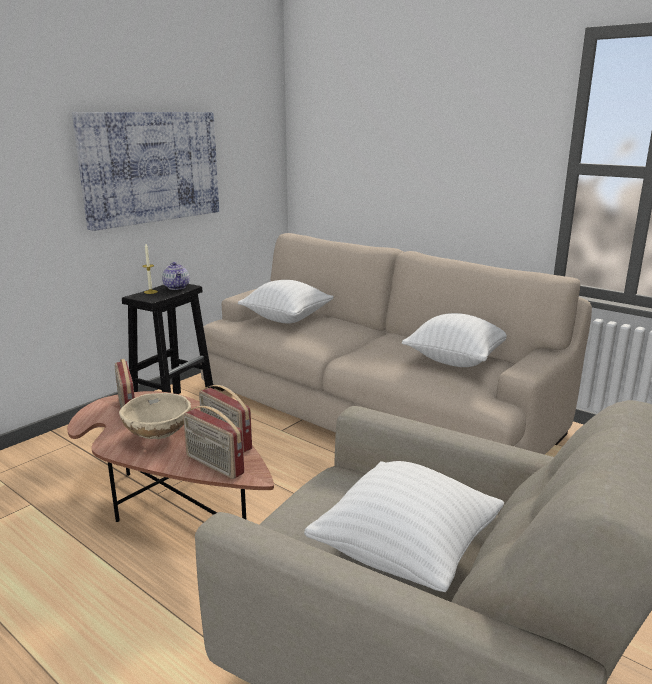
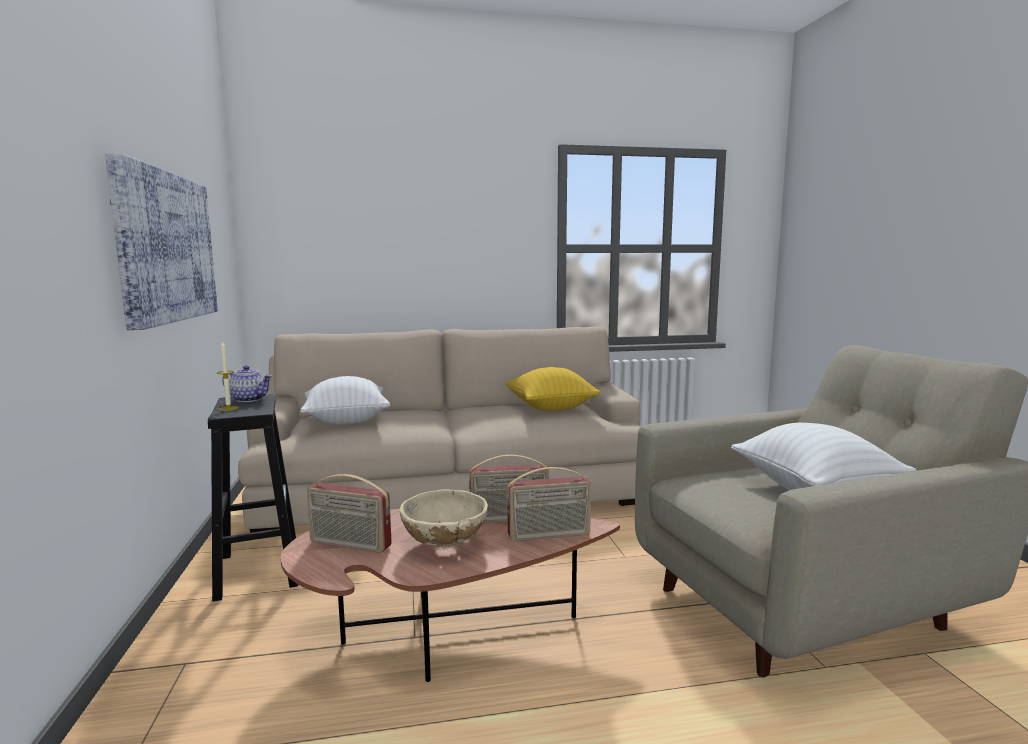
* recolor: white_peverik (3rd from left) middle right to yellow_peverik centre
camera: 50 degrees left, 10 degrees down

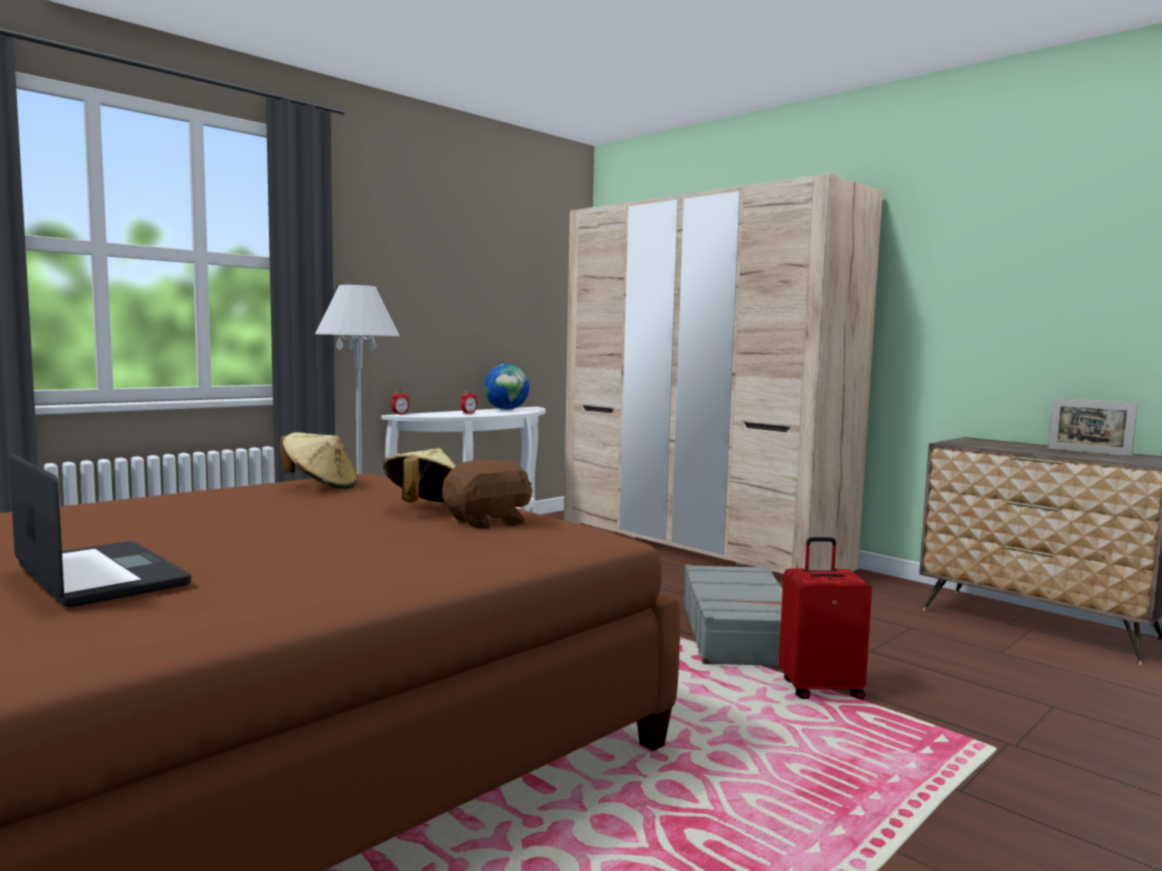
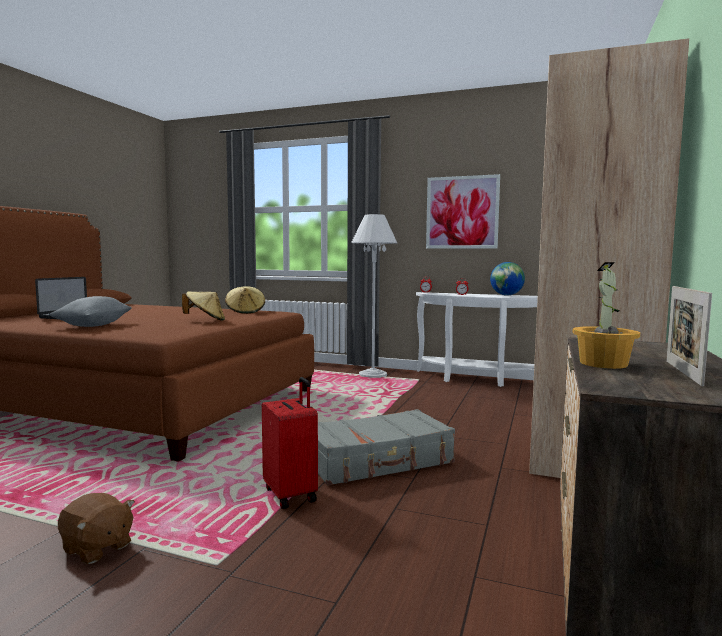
* move: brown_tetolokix centre to bottom left
* insert: grey_peverik middle left
* insert: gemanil top centre
* insert: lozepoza middle right
camera: 65 degrees right, 0 degrees up

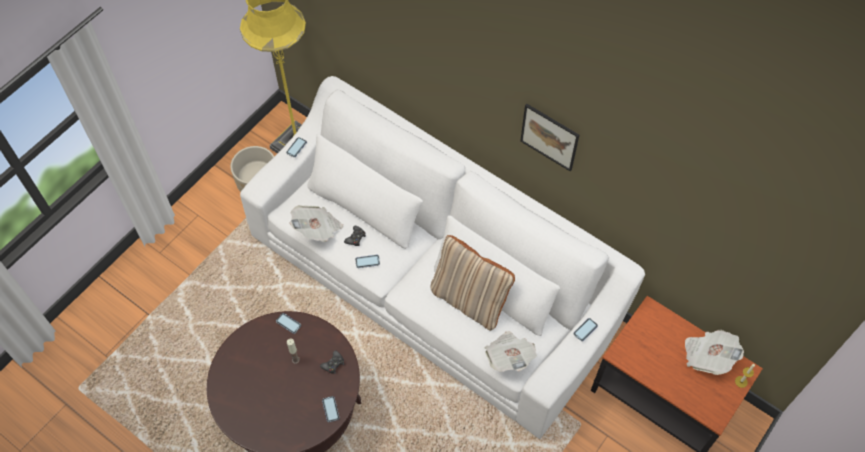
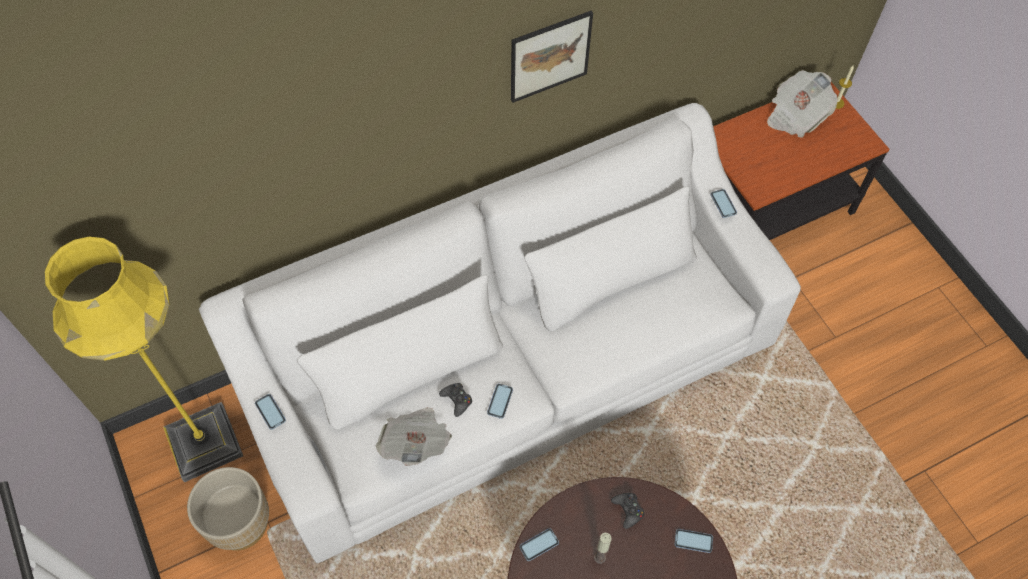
* delete: beige_peverik centre
* delete: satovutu (2nd from left) bottom centre
camera: 65 degrees left, 0 degrees up

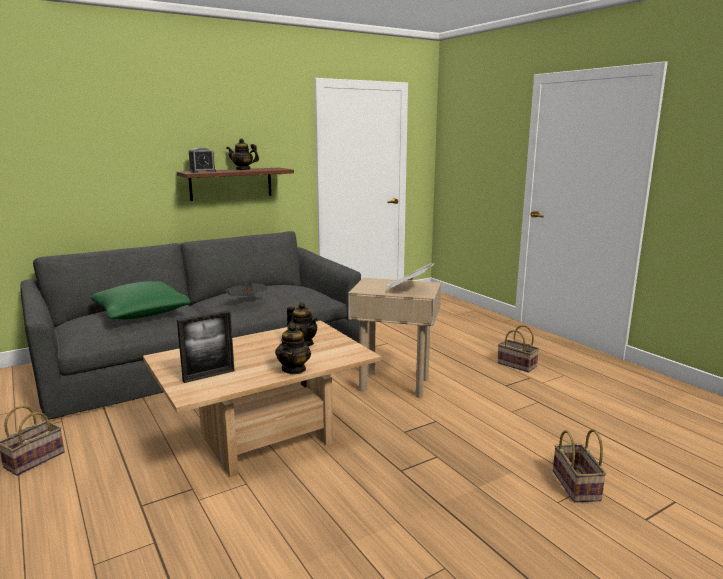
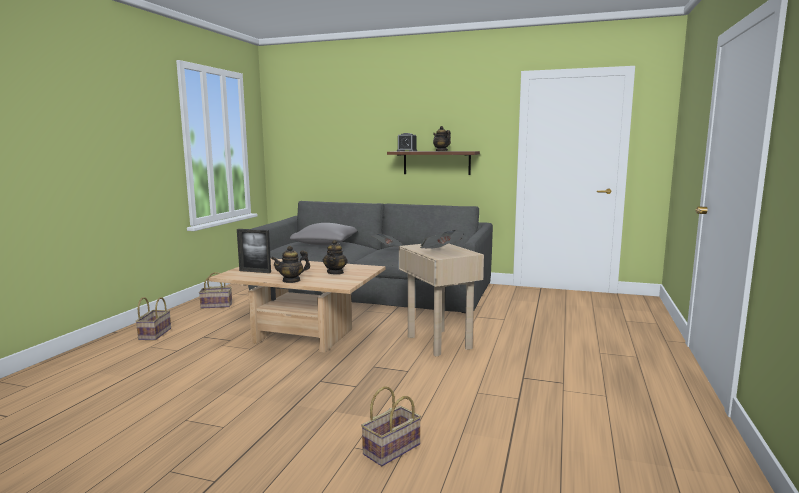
* recolor: green_peverik middle left to grey_peverik centre
* move: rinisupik (2nd from left in the first image) middle right to rinisupik (1st from left) middle left
camera: 50 degrees right, 5 degrees down

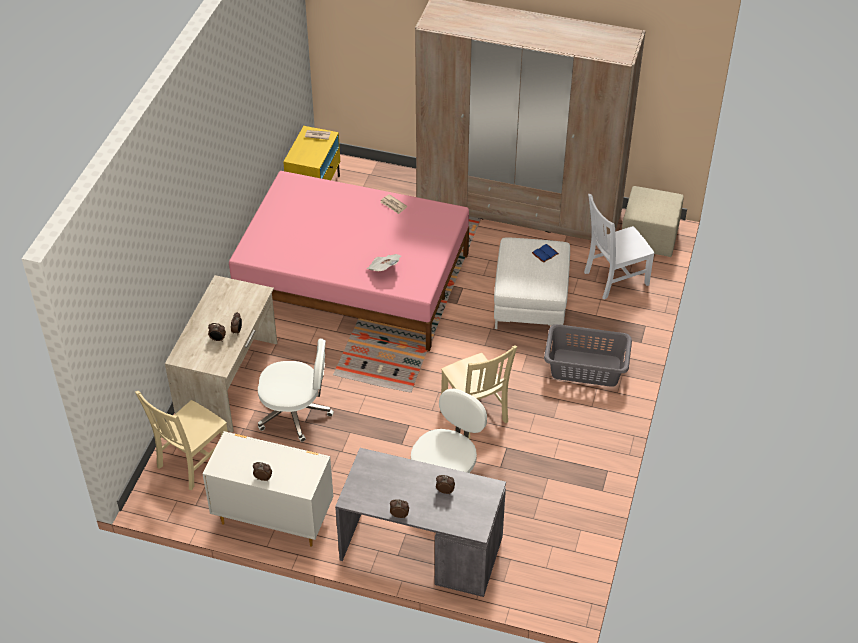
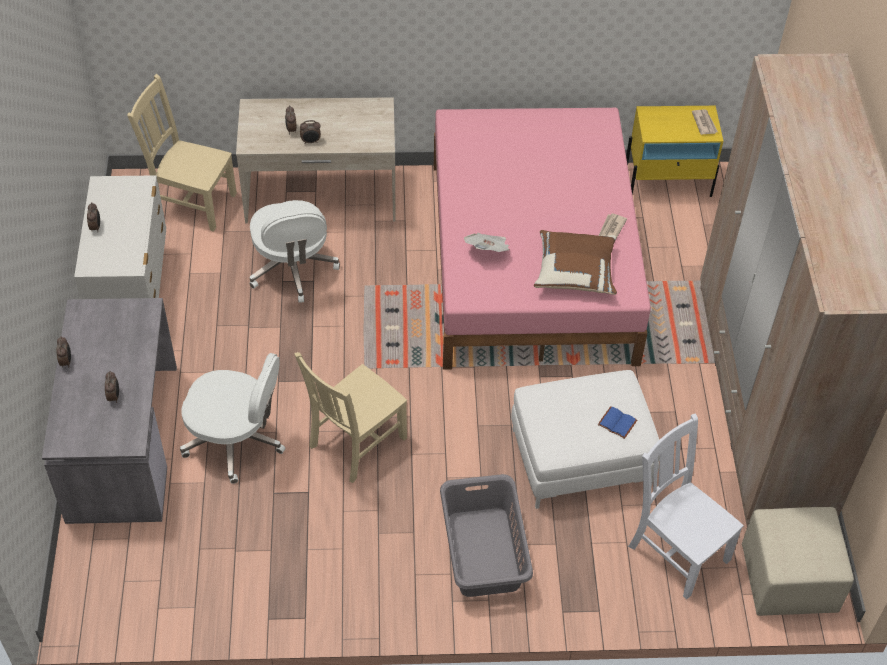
* insert: brown_peverik centre
camera: 70 degrees right, 5 degrees up

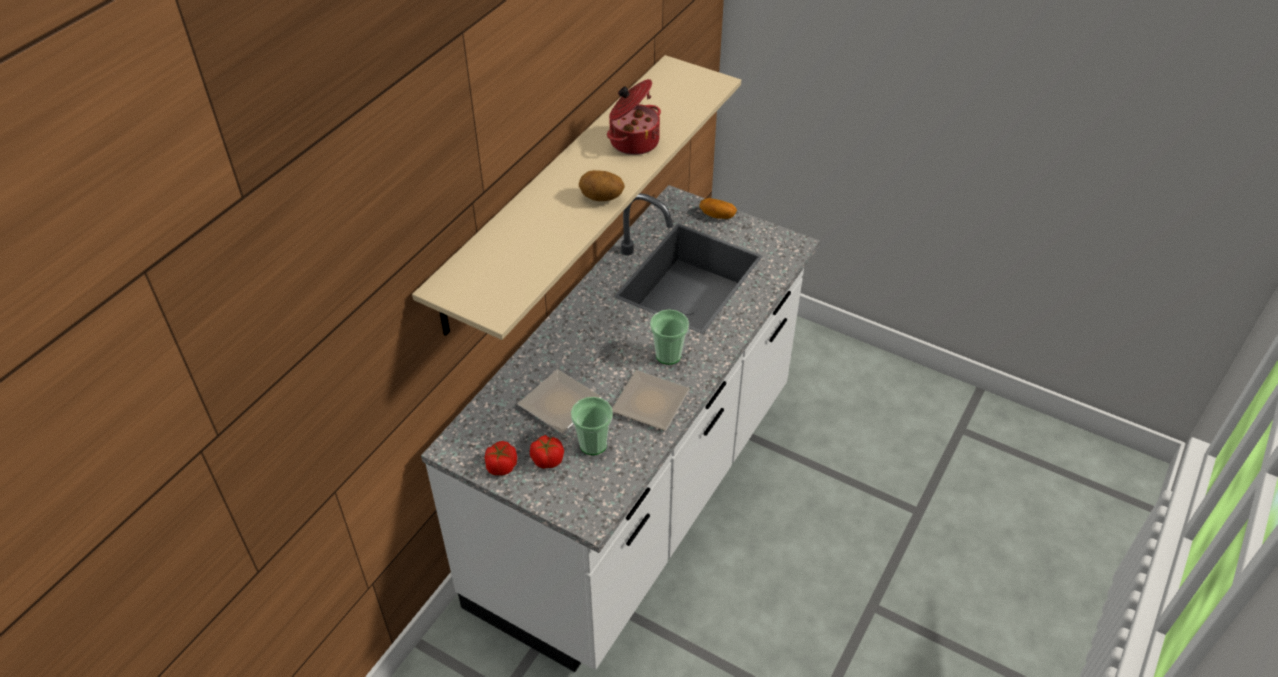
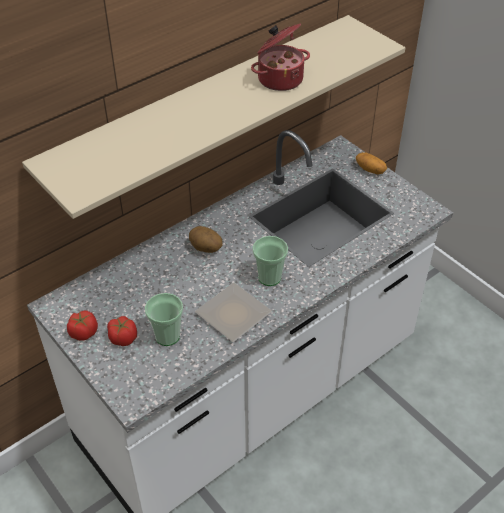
* delete: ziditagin (1st from left) centre
* move: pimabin (1st from left) top centre to centre
camera: 20 degrees right, 0 degrees up

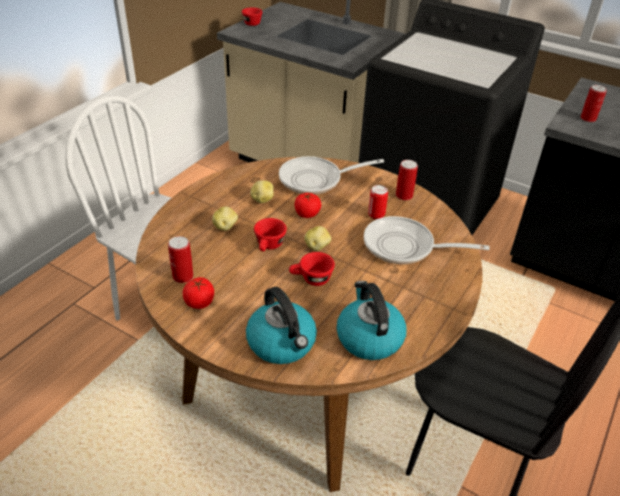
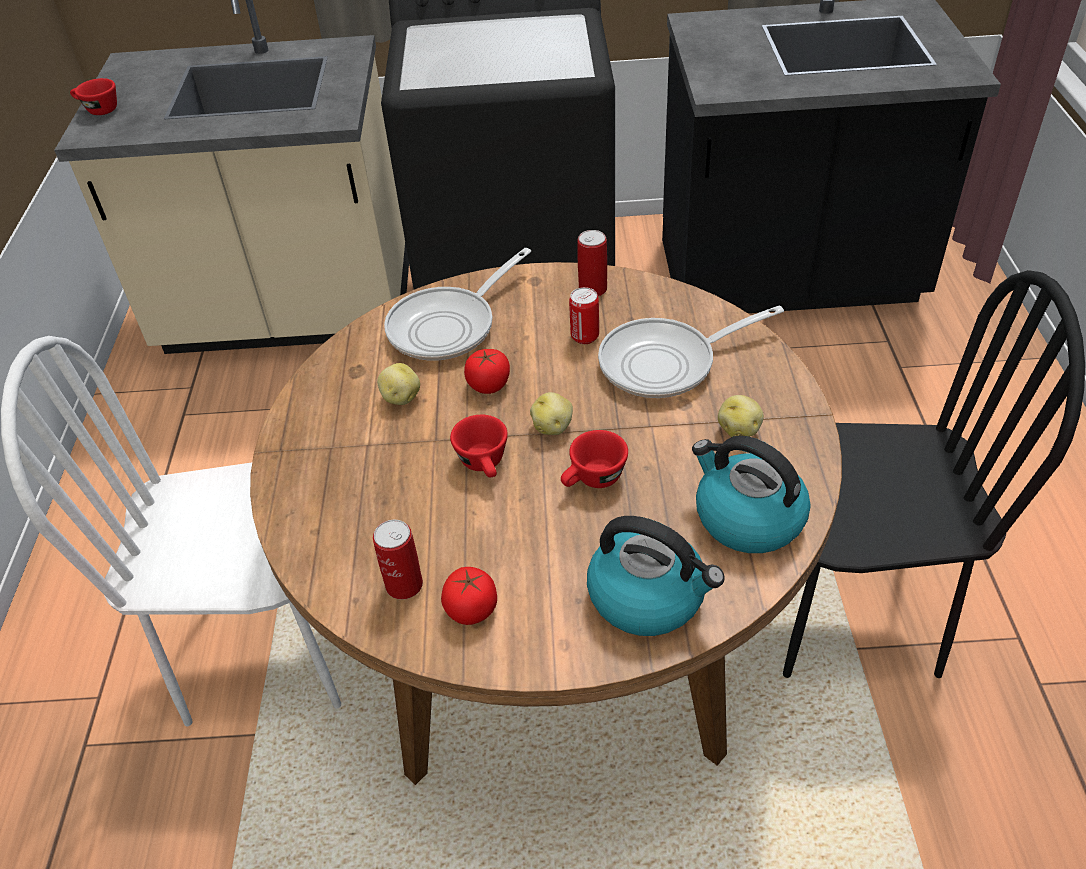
* move: pimabin (1st from left in the first image) centre to pimabin (3rd from left) middle right
* delete: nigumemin (4th from left) top right
camera: 30 degrees left, 5 degrees up

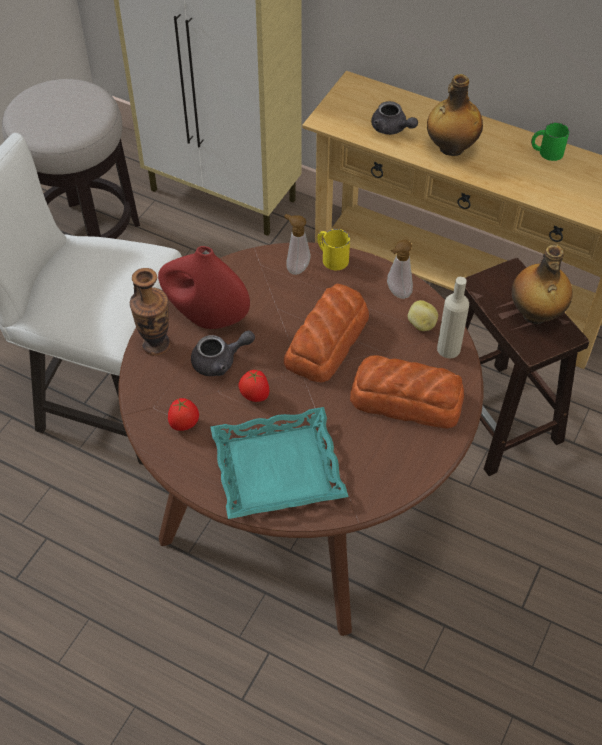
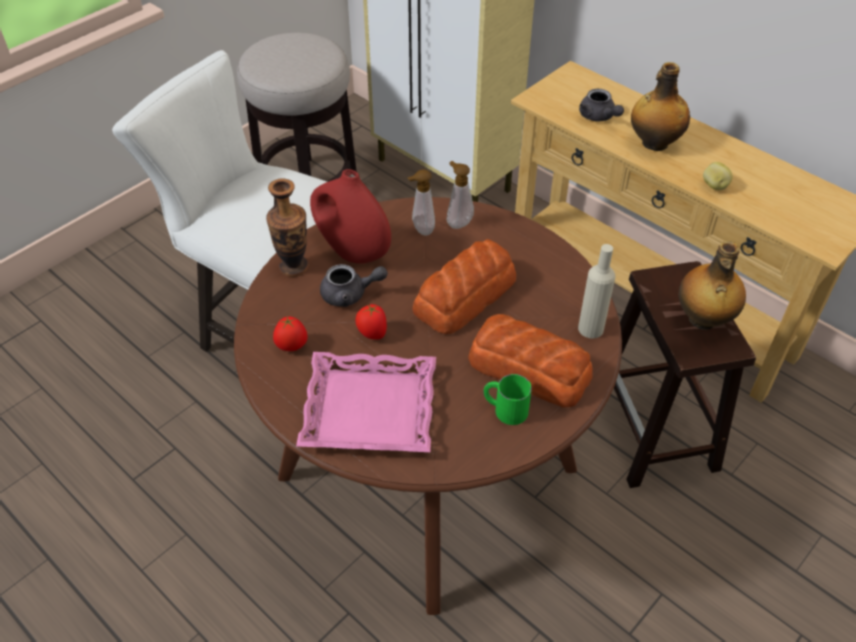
* recolor: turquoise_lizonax centre to pink_lizonax centre
* delete: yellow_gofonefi centre
* move: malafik (2nd from left in the first image) centre to malafik (1st from left) top centre
* move: pimabin middle right to top right
* move: green_gofonefi top right to centre
camera: 15 degrees right, 5 degrees down

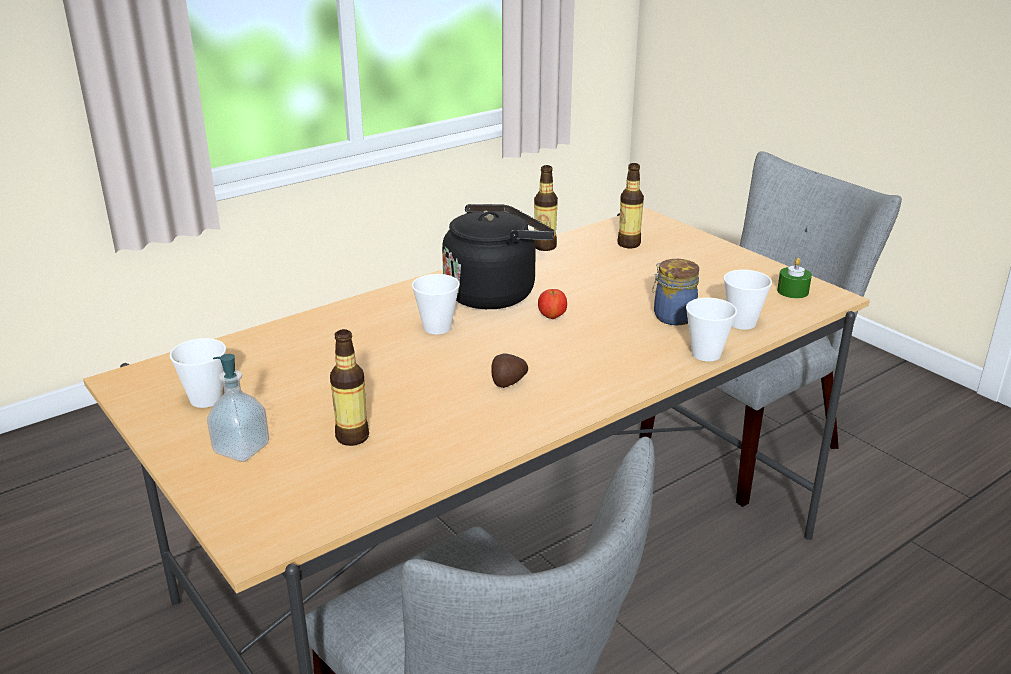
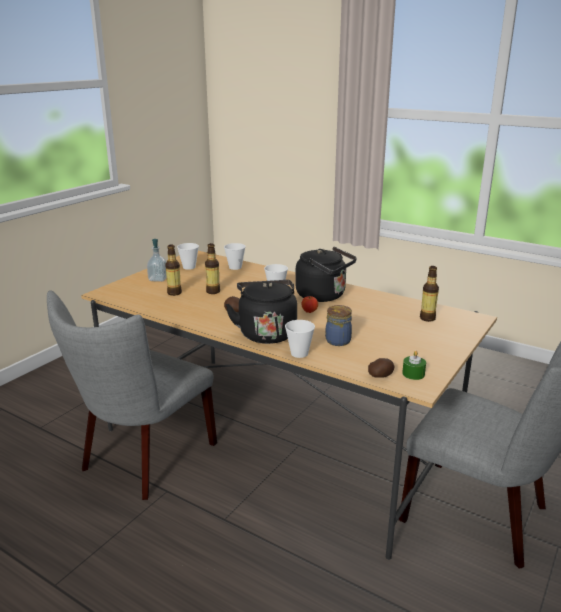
* move: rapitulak (2nd from left) top centre to centre
* move: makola (4th from left in the first image) middle right to makola (2nd from left) centre
* insert: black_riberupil (1st from left) centre
* insert: pimabin (2nd from left) middle right
camera: 70 degrees right, 5 degrees down

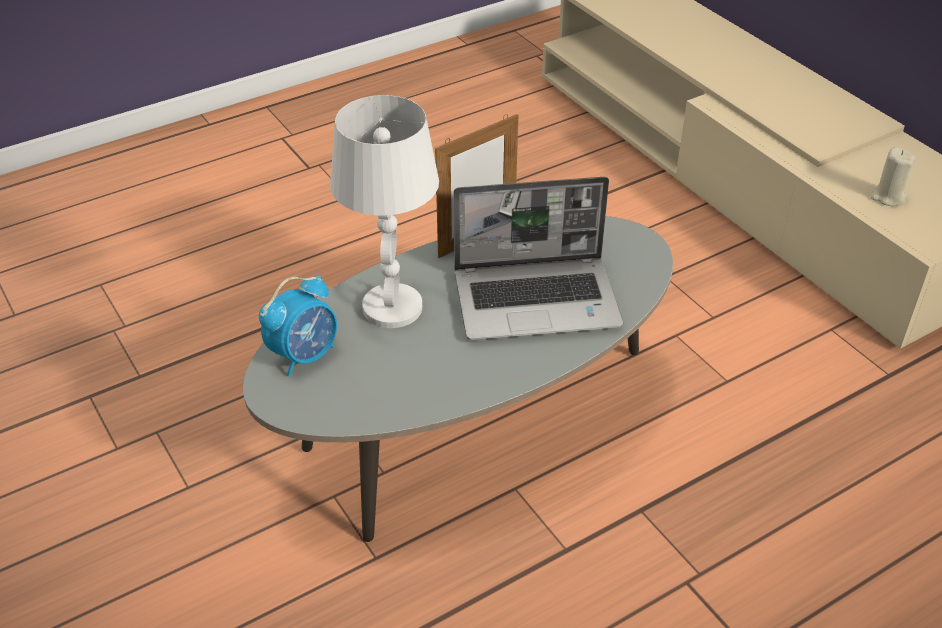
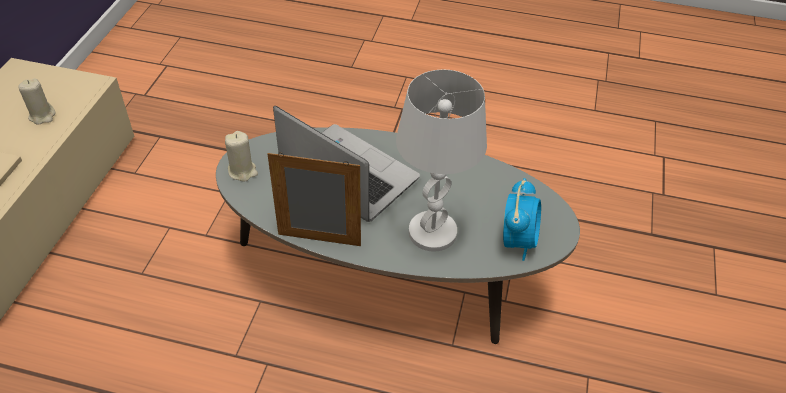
* rotate: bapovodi middle left = centre 105 degrees clockwise
* insert: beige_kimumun (2nd from left) middle left
camera: 135 degrees left, 5 degrees up

